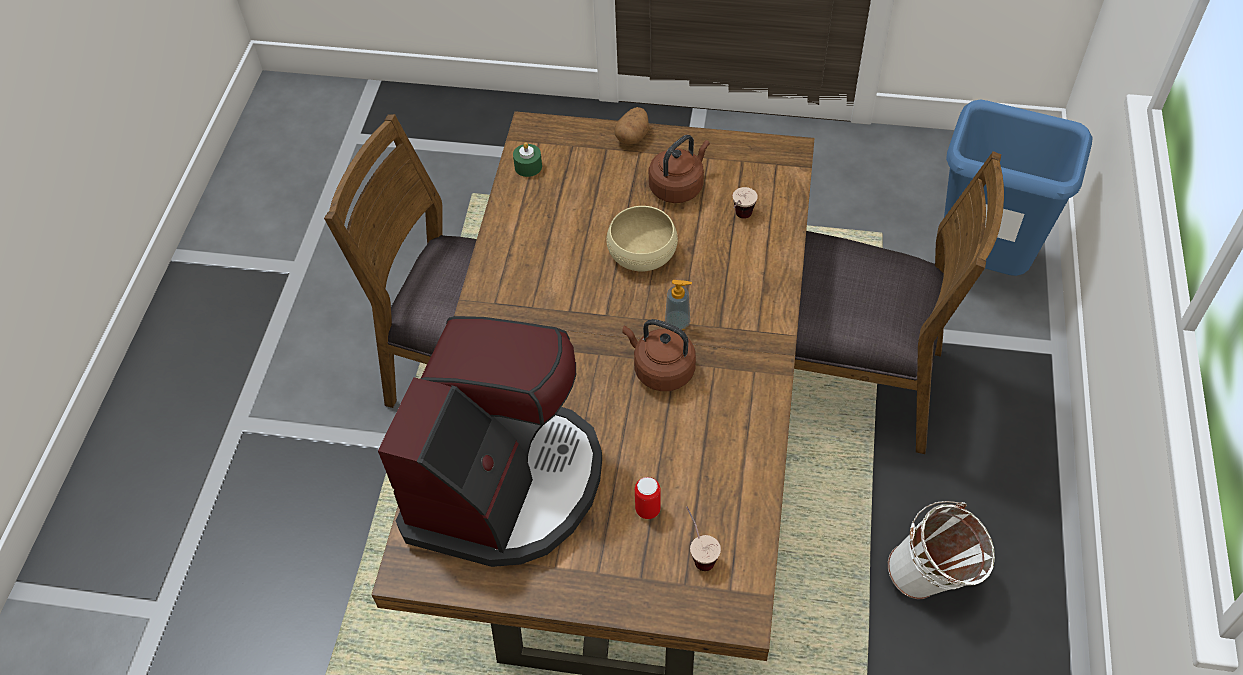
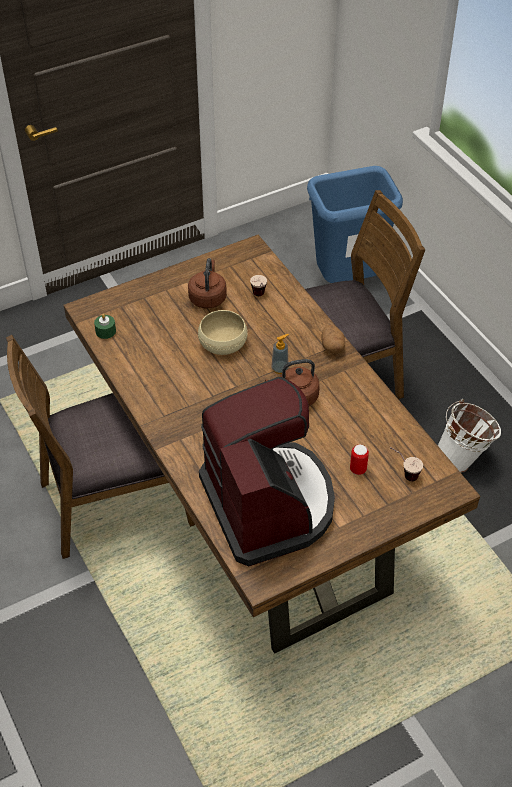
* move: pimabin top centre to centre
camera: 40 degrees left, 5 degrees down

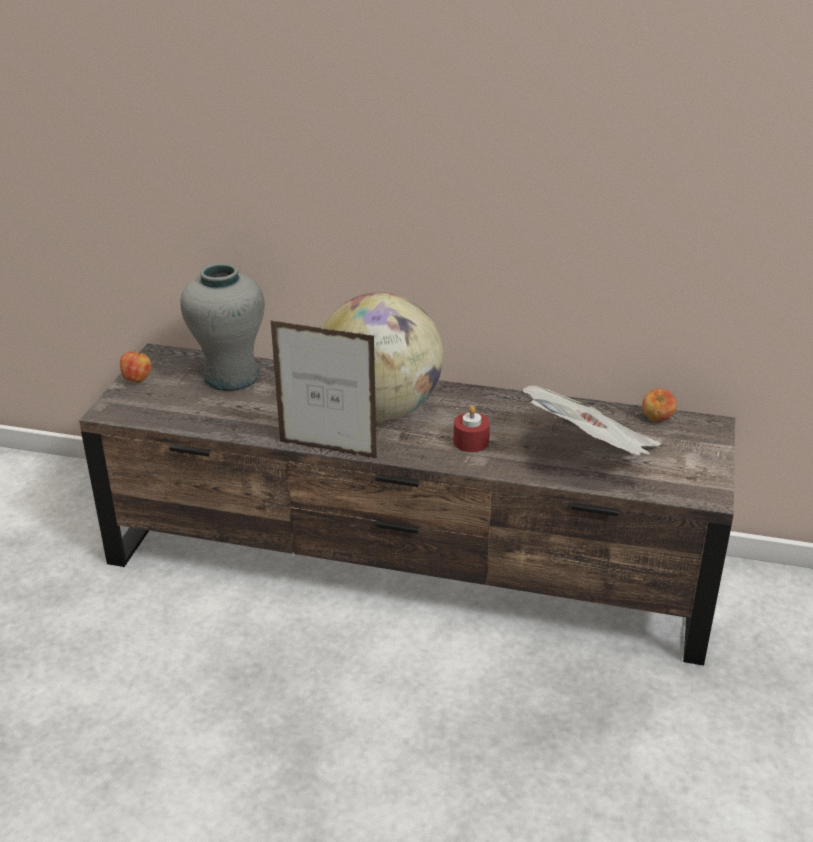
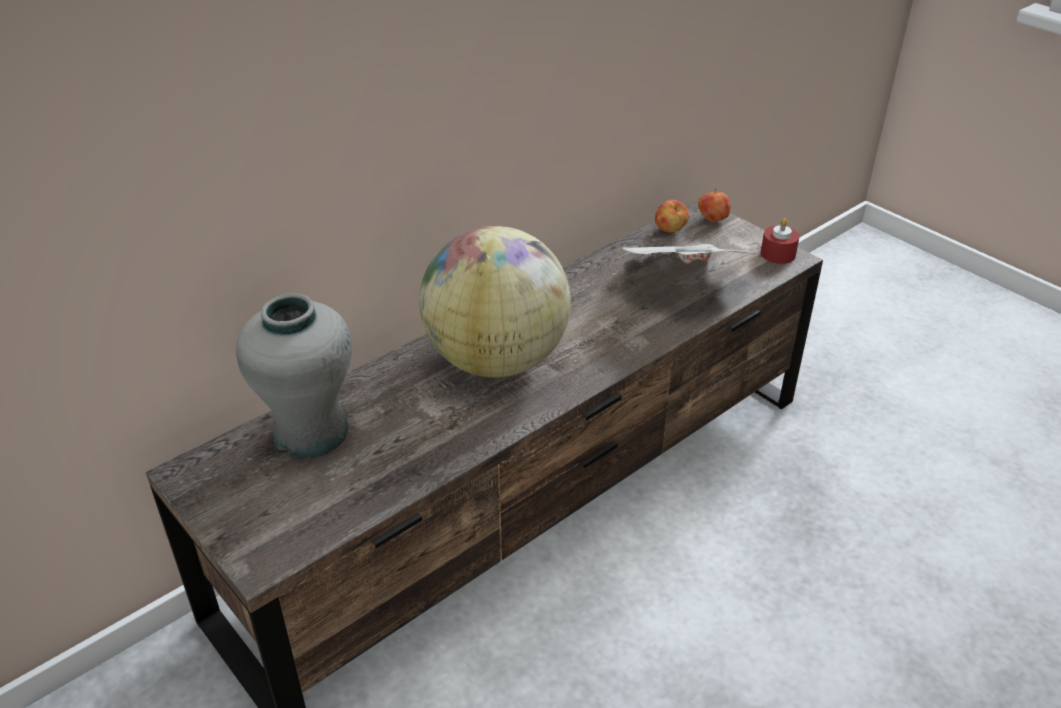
* move: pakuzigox (1st from left in the first image) middle left to pakuzigox (2nd from left) top right
* delete: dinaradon centre
* move: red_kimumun centre to middle right
camera: 55 degrees left, 5 degrees up

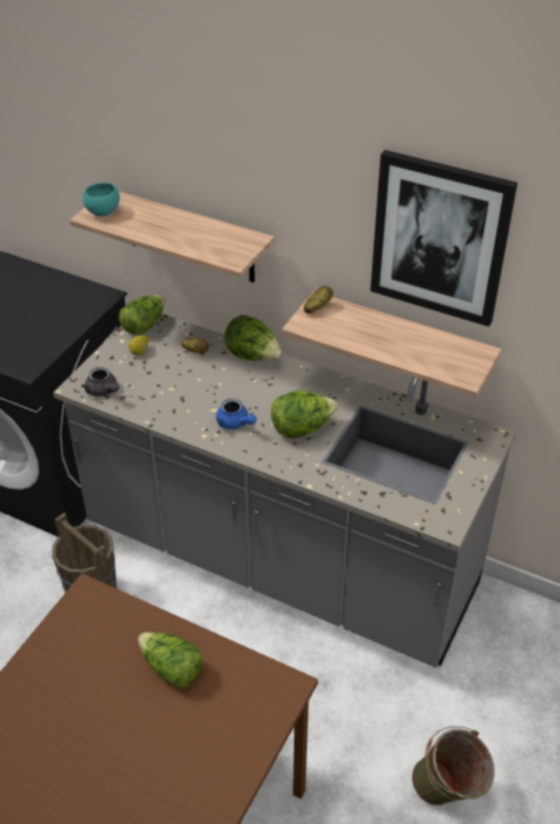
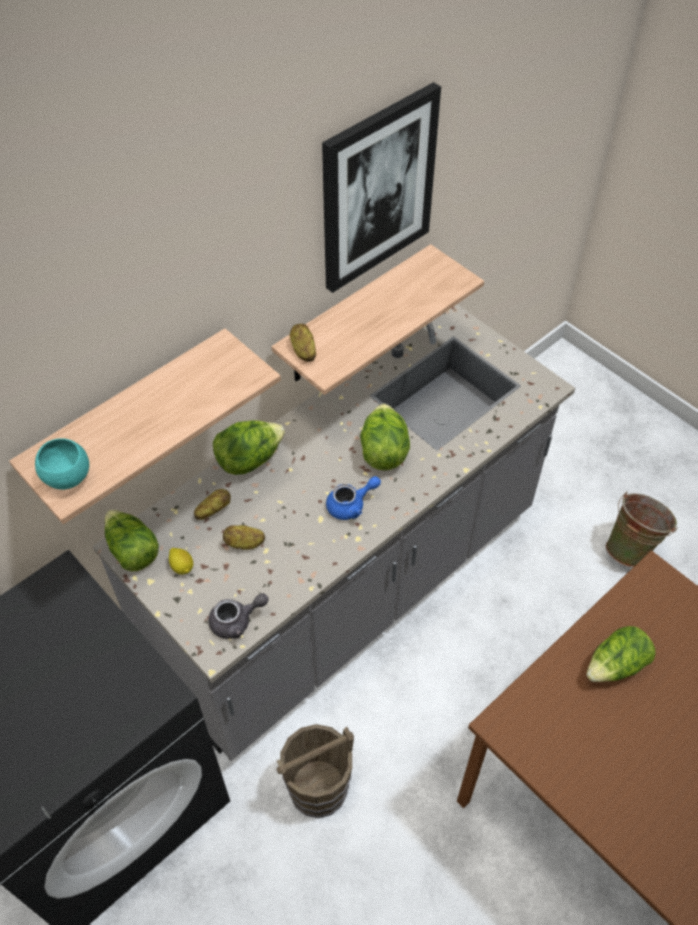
* insert: pimabin (2nd from left) centre
camera: 70 degrees left, 10 degrees up

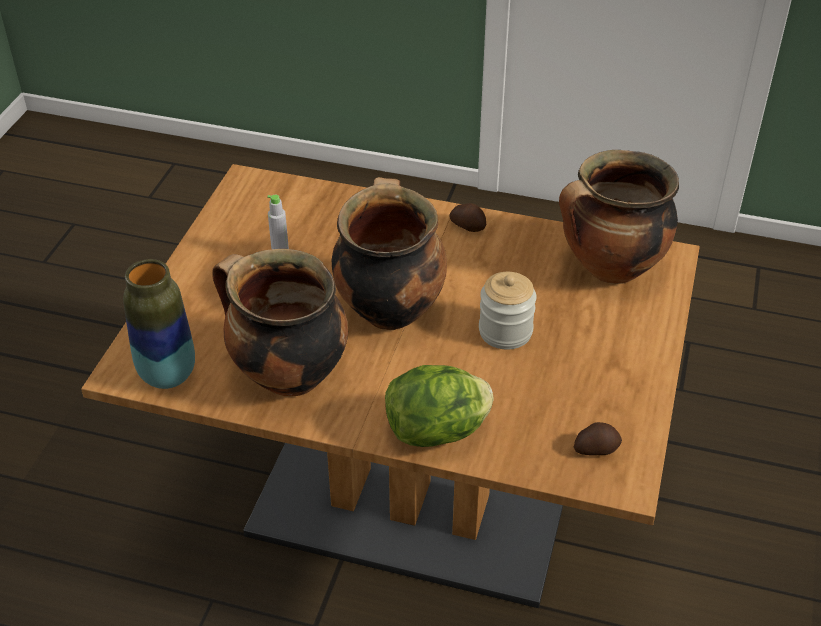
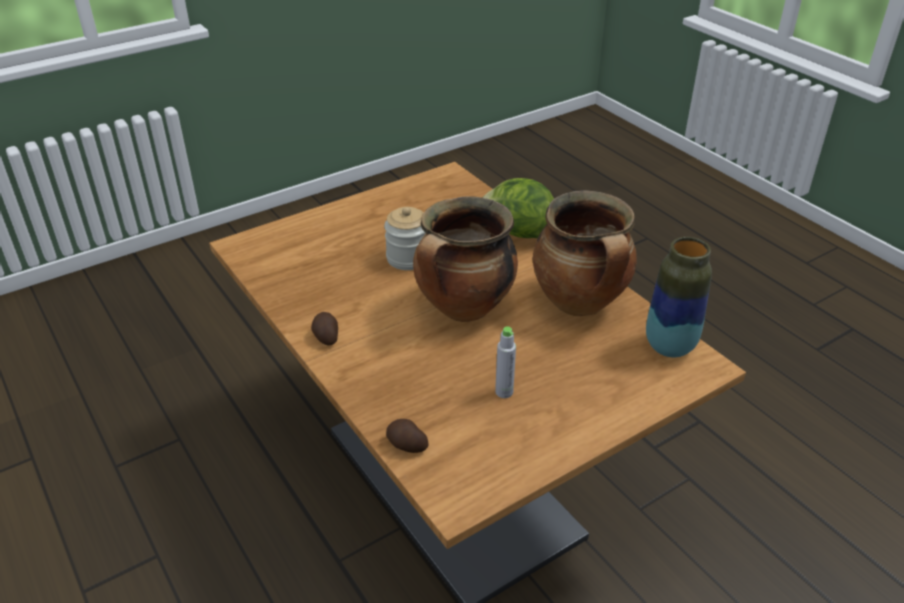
* delete: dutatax (3rd from left) middle right
* move: pimabin (2nd from left) bottom right to bottom centre
camera: 140 degrees left, 5 degrees down

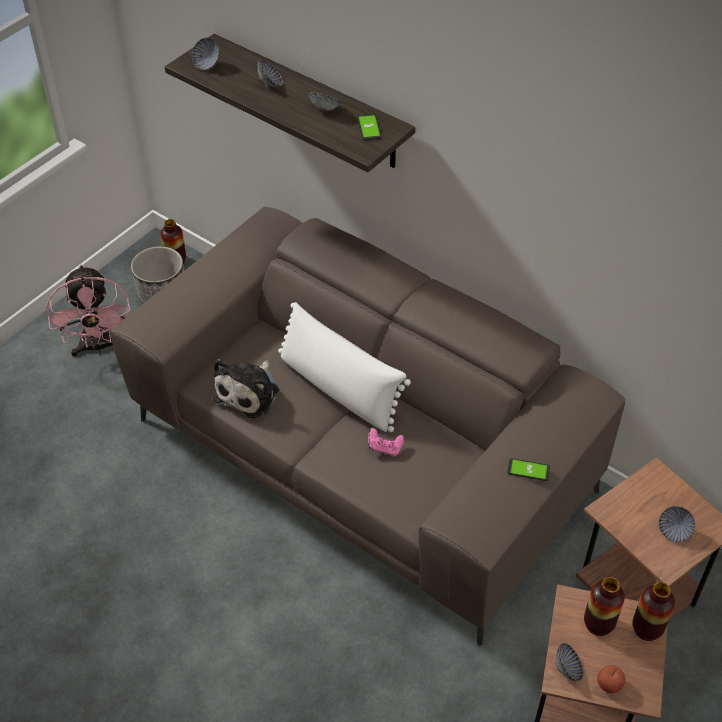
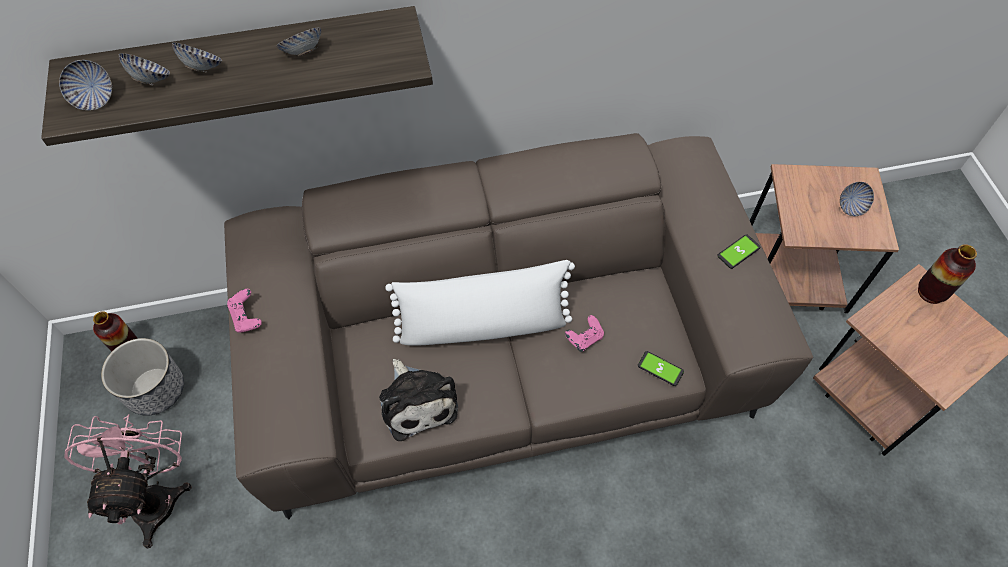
* rotate: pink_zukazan middle left = bottom left 120 degrees counterclockwise
* move: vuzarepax (1st from left) top centre to centre
* move: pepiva (4th from left in the first image) bottom right to pepiva (2nd from left) top left
* delete: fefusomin (2nd from left) bottom right
* delete: pakuzigox bottom right
* insert: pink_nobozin (1st from left) middle left
camera: 50 degrees left, 10 degrees up

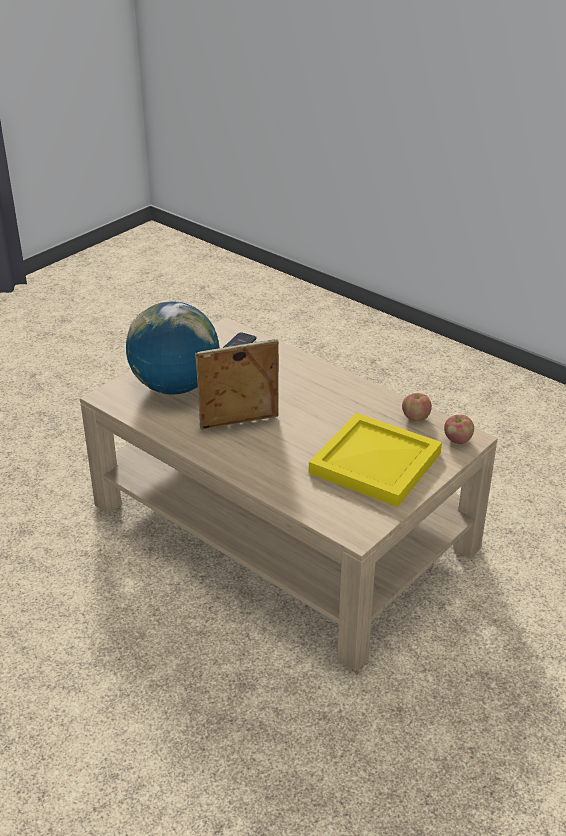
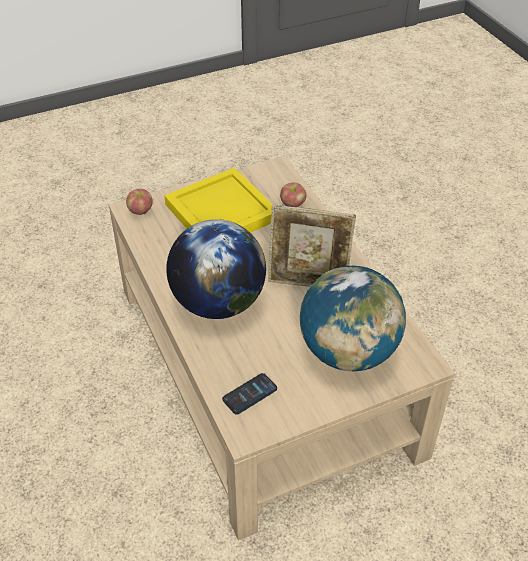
* move: pakuzigox (1st from left in the first image) middle right to pakuzigox (2nd from left) centre
* insert: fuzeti (1st from left) centre
camera: 155 degrees left, 10 degrees up

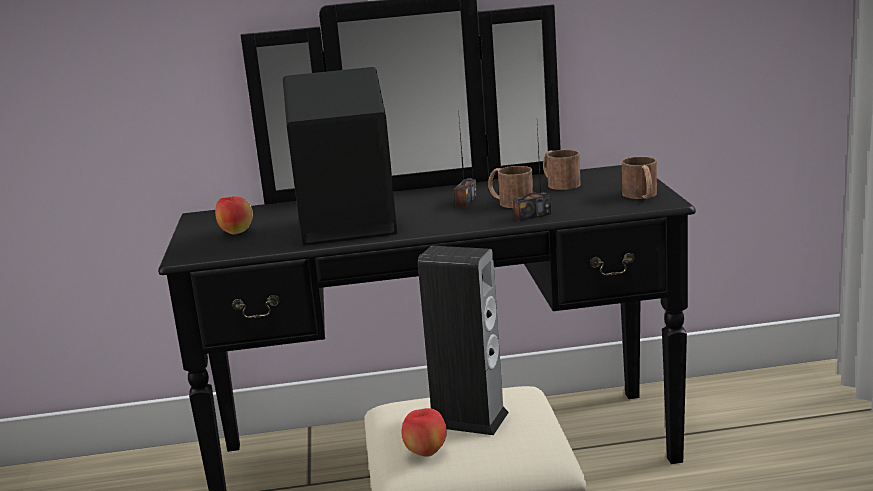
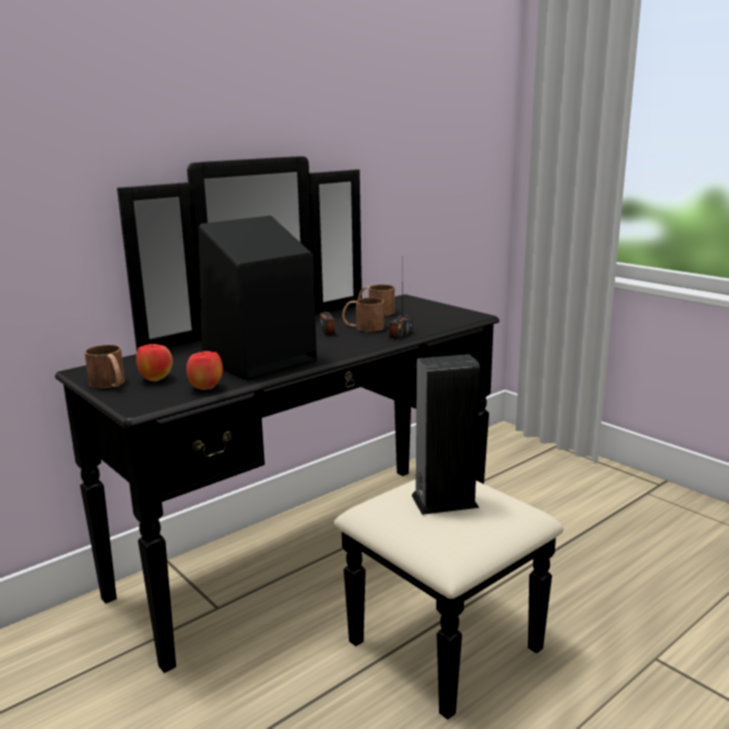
* move: pakuzigox (2nd from left) bottom centre to middle left
* move: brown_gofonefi (3rd from left in the first image) middle right to brown_gofonefi (1st from left) middle left
camera: 35 degrees left, 0 degrees up

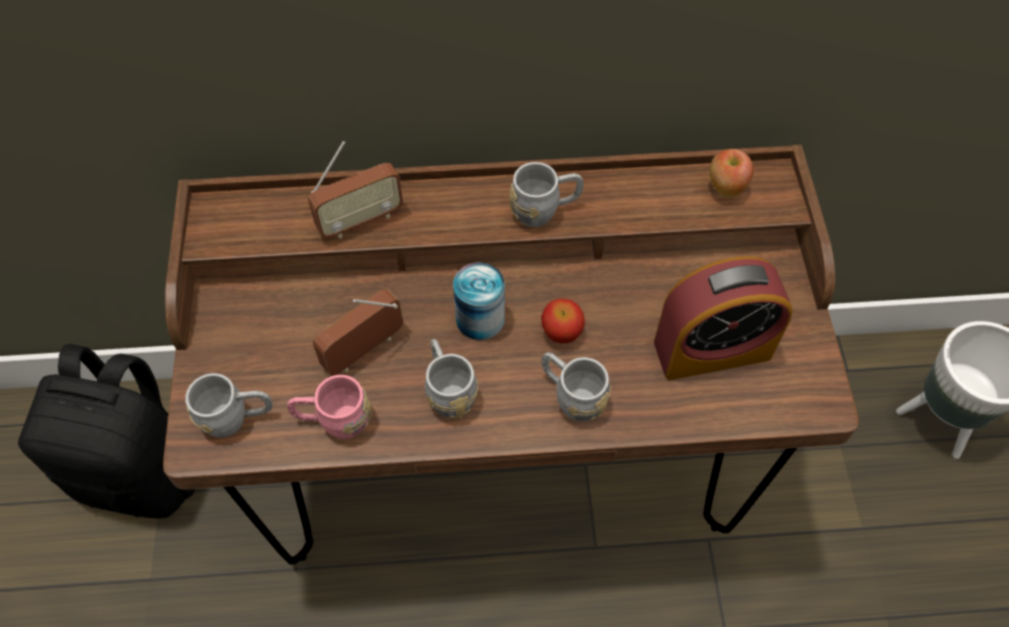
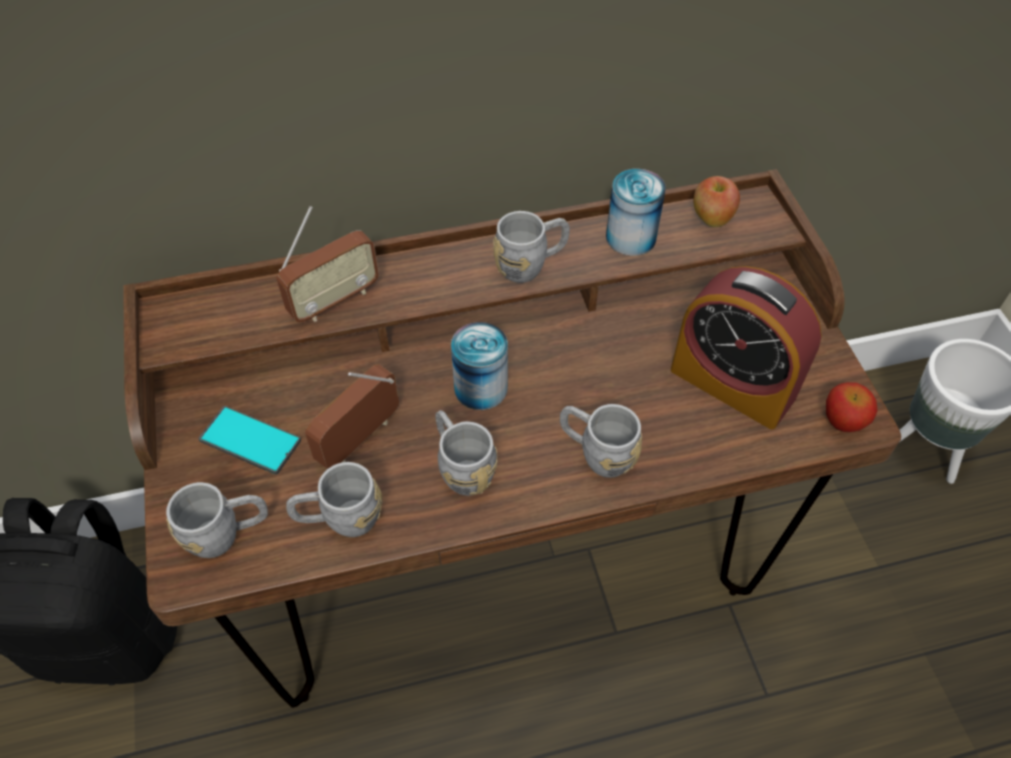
* recolor: pink_gofonefi middle left to grey_gofonefi (2nd from left) middle left
* move: pakuzigox (1st from left in the first image) centre to pakuzigox (2nd from left) middle right
* rotate: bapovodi middle right = middle right 60 degrees clockwise
* insert: vuzarepax middle left
* insert: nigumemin (2nd from left) top centre
camera: 10 degrees left, 5 degrees down

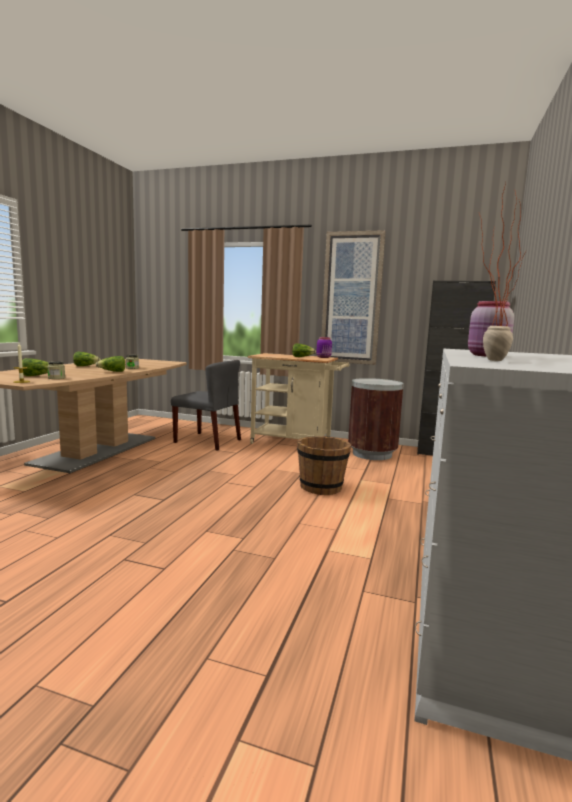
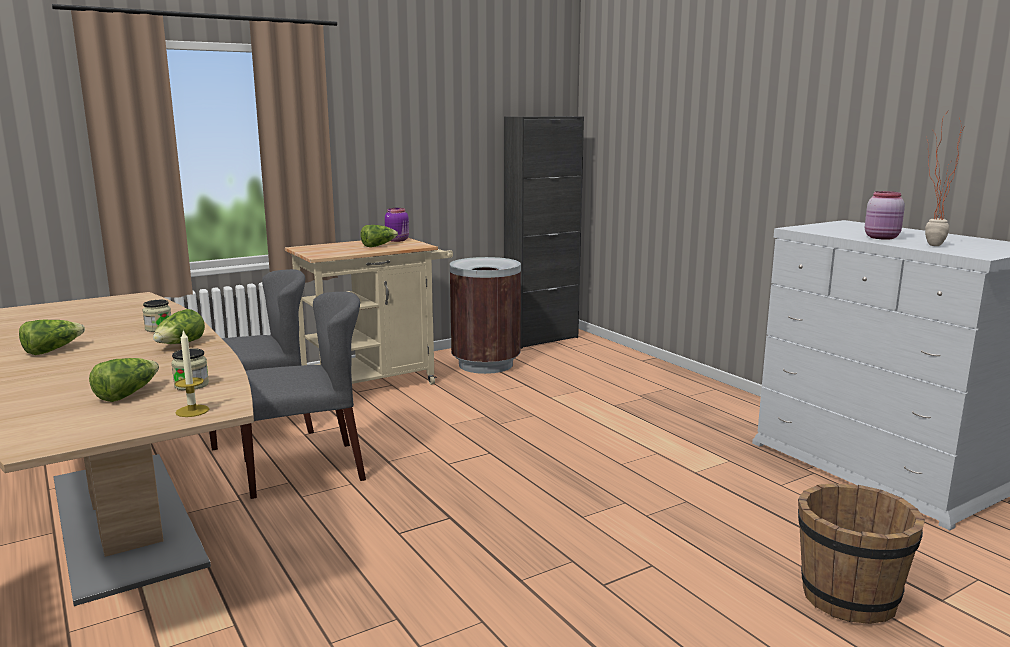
* move: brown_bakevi centre to bottom right
* delete: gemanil centre
* insert: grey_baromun (2nd from left) middle left
camera: 50 degrees left, 5 degrees up

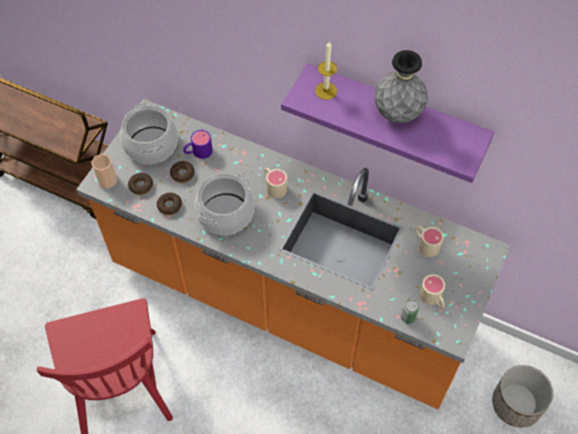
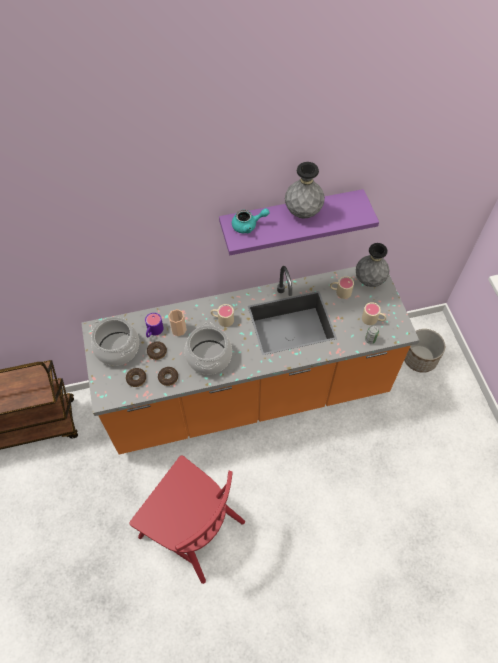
* move: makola middle left to centre
* replace: kimumun top centre to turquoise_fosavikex top centre
* insert: grey_fefusomin (2nd from left) middle right
camera: 40 degrees left, 0 degrees up

